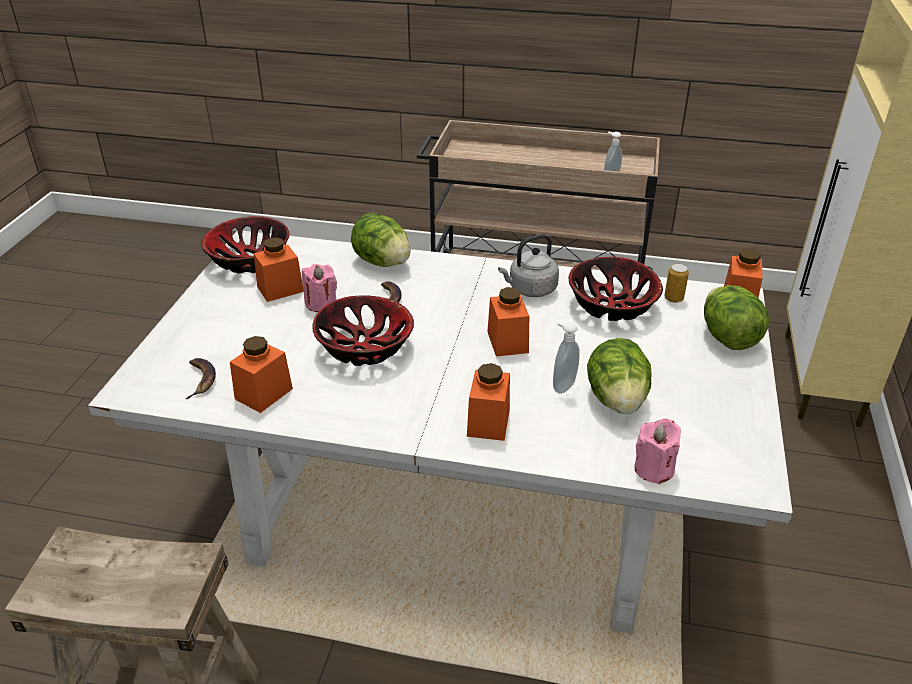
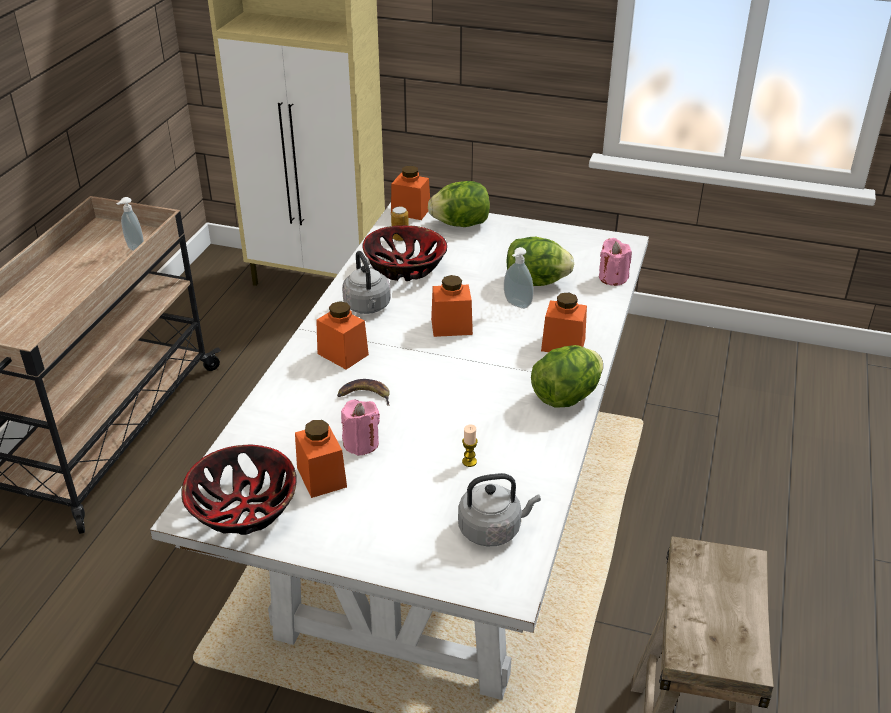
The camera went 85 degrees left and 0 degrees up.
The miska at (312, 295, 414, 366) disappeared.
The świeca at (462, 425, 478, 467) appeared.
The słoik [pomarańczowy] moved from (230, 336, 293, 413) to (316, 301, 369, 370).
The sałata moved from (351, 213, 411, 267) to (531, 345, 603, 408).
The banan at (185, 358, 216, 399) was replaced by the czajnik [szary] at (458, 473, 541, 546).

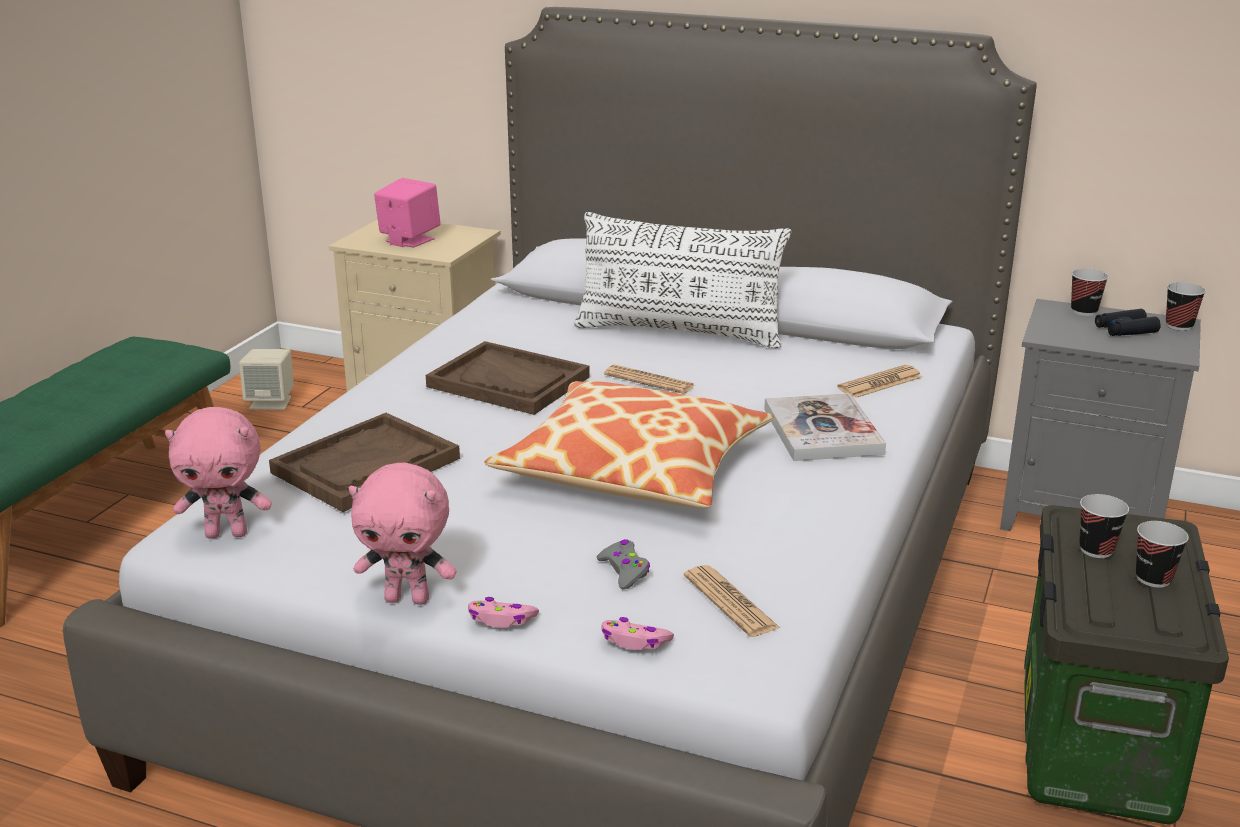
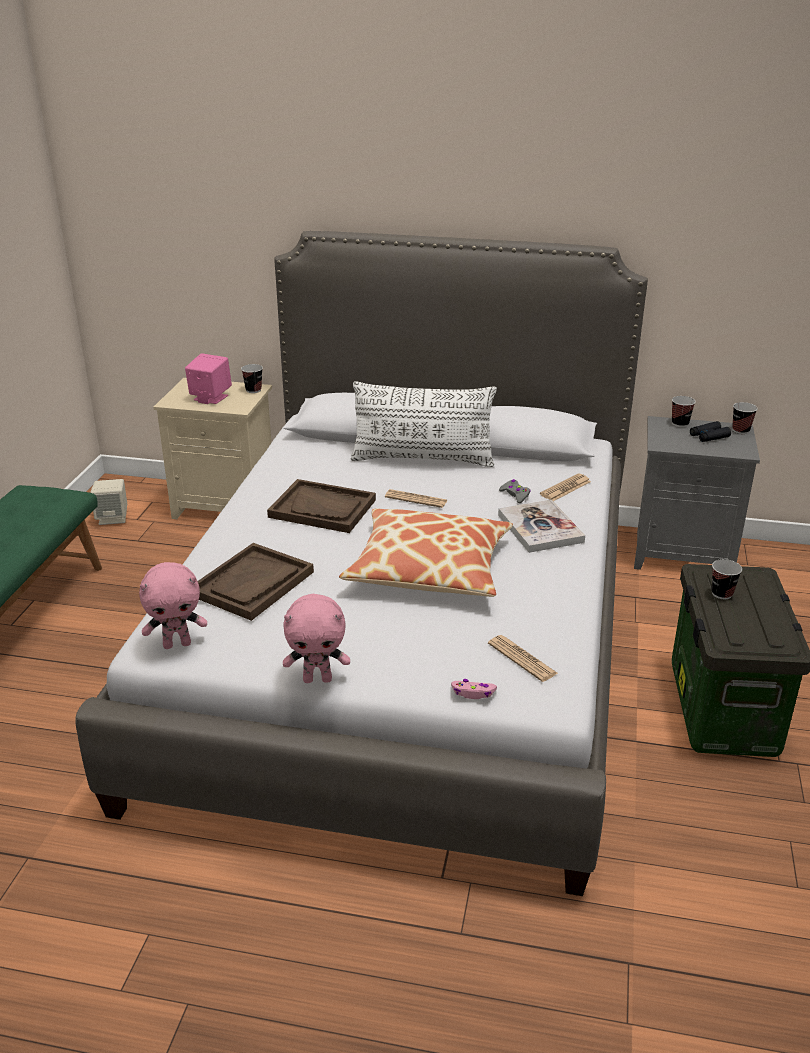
The camera went 10 degrees left and 5 degrees up.
The pad do gier [różowy] at (468, 597, 539, 628) disappeared.
The pad do gier [szary] moved from (597, 539, 650, 589) to (499, 479, 531, 503).
The filiżanka moved from (1136, 521, 1189, 588) to (241, 364, 263, 393).

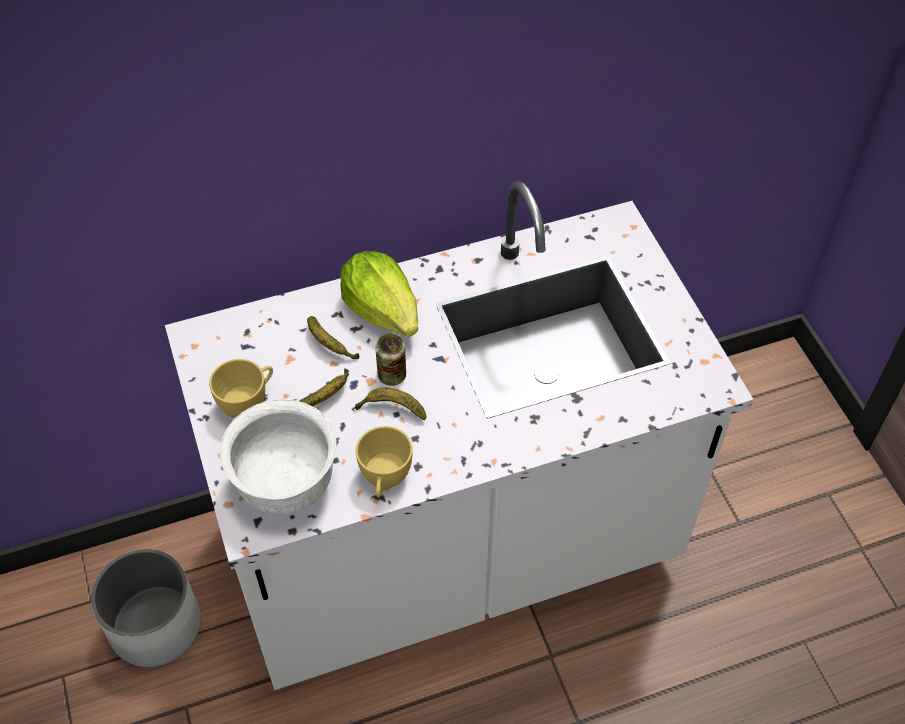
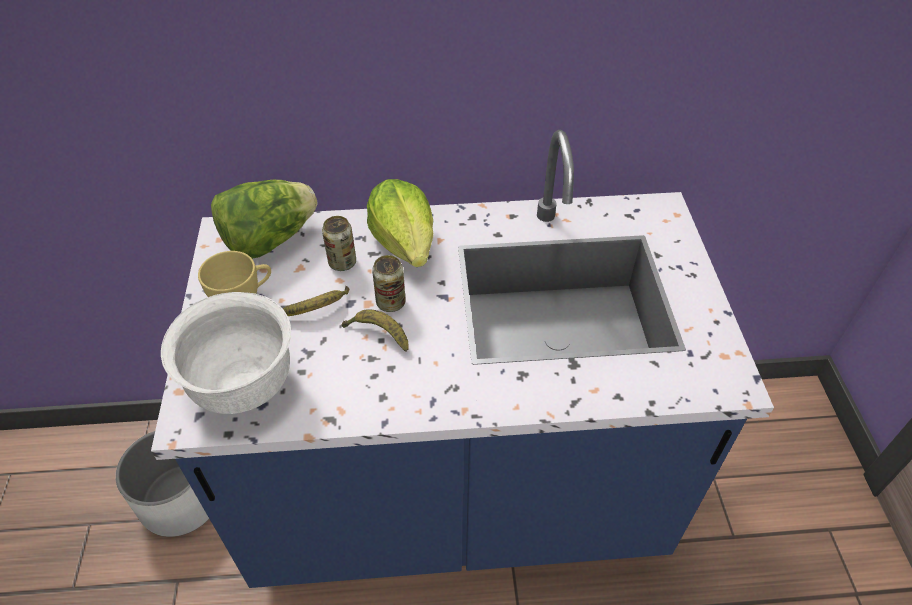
The camera went 15 degrees right and 5 degrees down.
The filiżanka [żółty] at (356, 426, 413, 498) disappeared.
The sałata at (211, 180, 318, 259) appeared.
The banan at (307, 316, 359, 359) was replaced by the puszka at (322, 216, 356, 271).
The zabudowa kuchenna [biały] at (165, 181, 754, 690) became the zabudowa kuchenna [niebieski] at (151, 130, 774, 588).

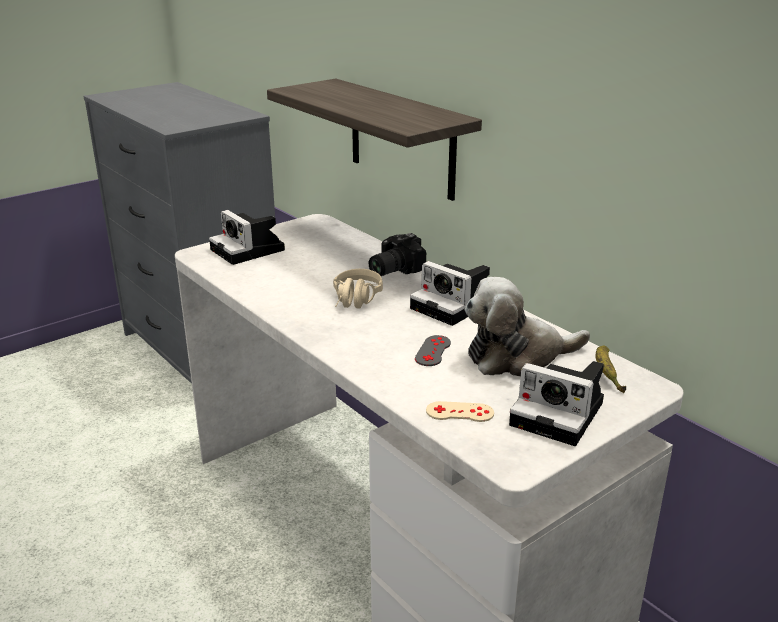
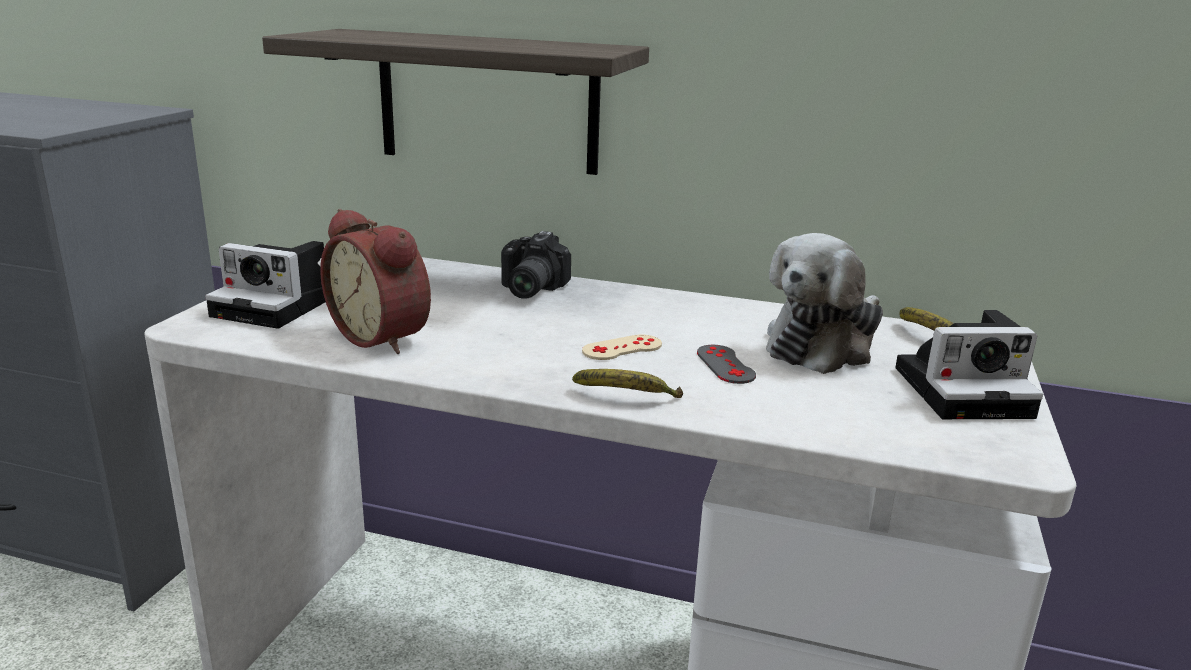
The camera went 35 degrees left and 5 degrees down.
The słuchawki [beżowy] at (333, 269, 383, 309) disappeared.
The aparat fotograficzny at (410, 261, 490, 326) disappeared.
The budzik at (320, 209, 431, 354) appeared.
The banan at (572, 369, 683, 398) appeared.
The pad do gier [beżowy] moved from (426, 401, 494, 422) to (582, 334, 662, 360).

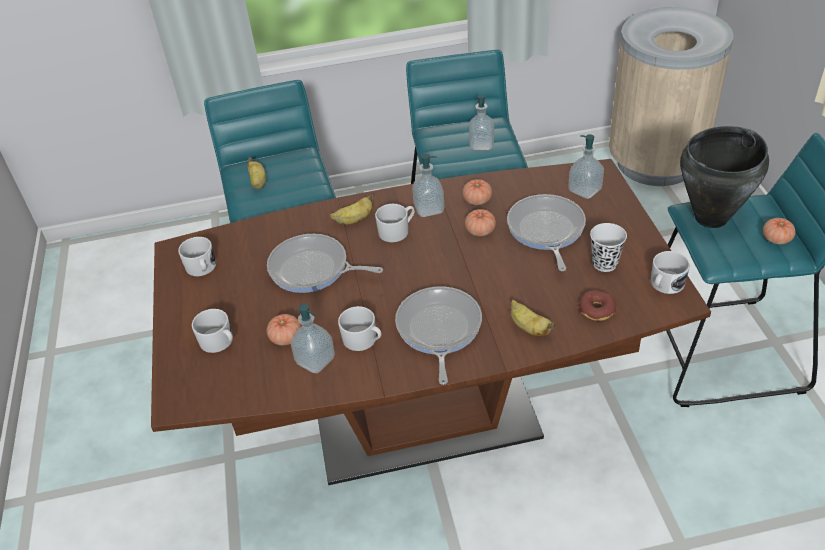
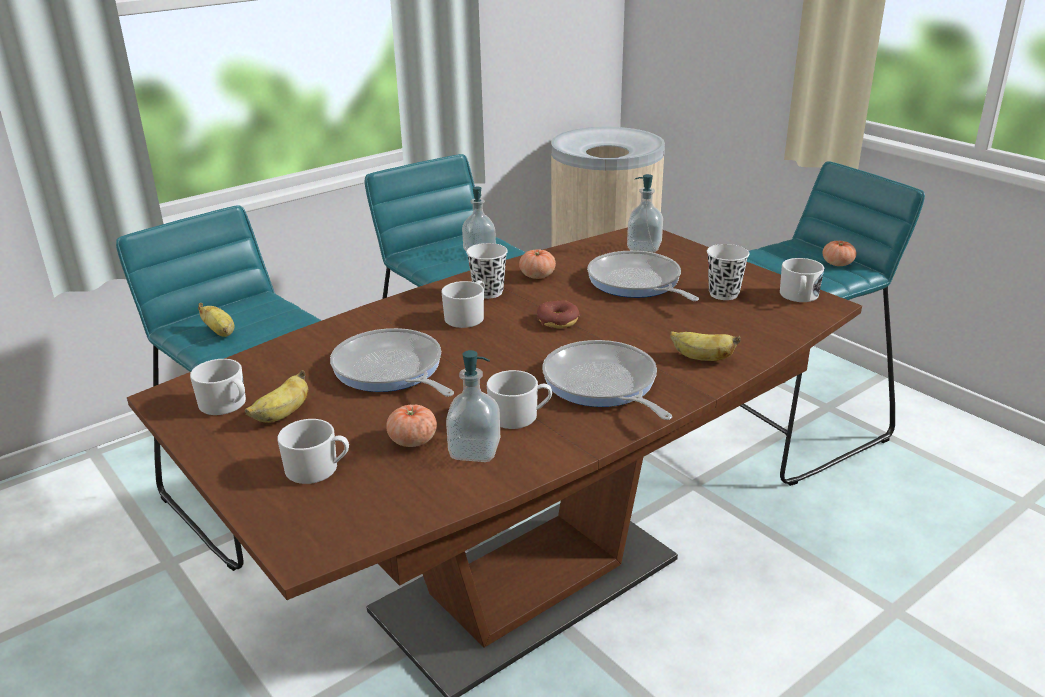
The camera went 30 degrees left and 15 degrees down.
The pomidor at (465, 209, 496, 236) disappeared.
The garnek [czarny] at (680, 126, 769, 228) disappeared.
The banan moved from (330, 195, 374, 225) to (245, 370, 308, 422).
The donut moved from (579, 290, 616, 321) to (537, 301, 580, 328).
The dozownik mydła at (412, 154, 444, 217) was replaced by the filiżanka [biały] at (466, 243, 508, 299).
The patelnia at (267, 234, 383, 293) turned 60 degrees clockwise.

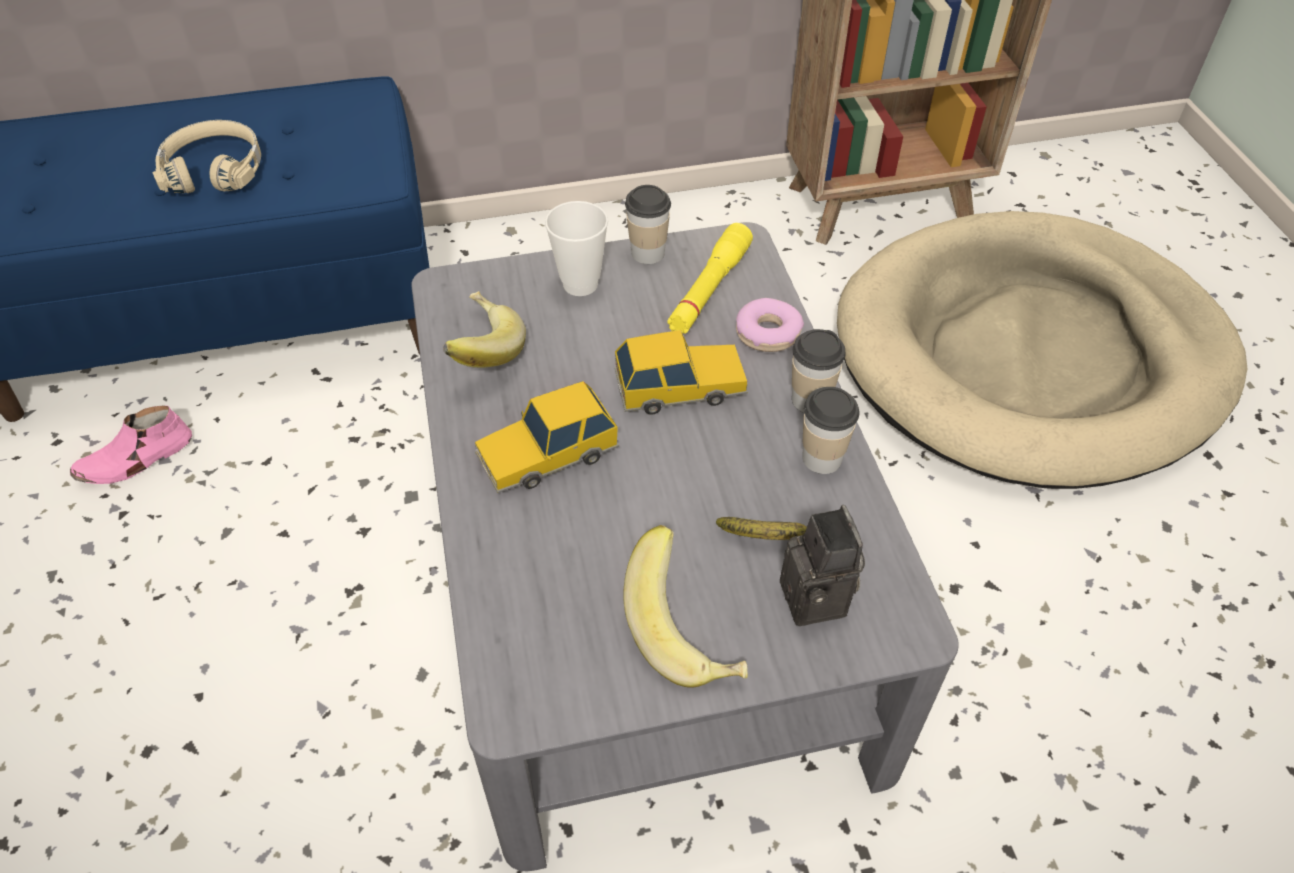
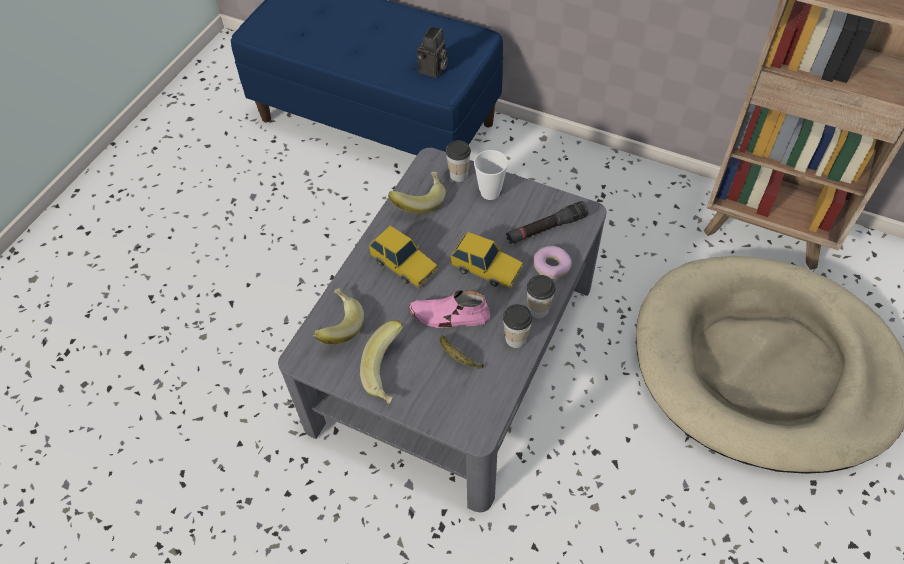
The camera went 40 degrees right and 5 degrees up.
The słuchawki [beżowy] at (152, 120, 261, 193) disappeared.
The banan at (313, 288, 364, 345) appeared.
The but [różowy] moved from (70, 406, 192, 484) to (408, 290, 490, 328).
The filiżanka moved from (625, 185, 671, 264) to (446, 140, 471, 182).
The aparat fotograficzny moved from (780, 505, 865, 626) to (417, 27, 448, 78).
The latarka [żółty] at (667, 223, 753, 334) became the latarka [czarny] at (506, 201, 588, 244).
The samochodzik at (475, 381, 619, 493) turned 150 degrees counterclockwise.

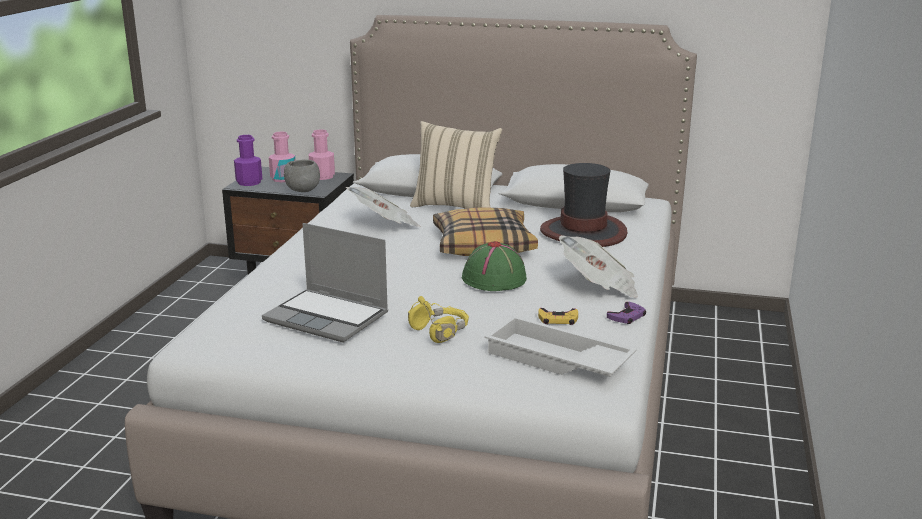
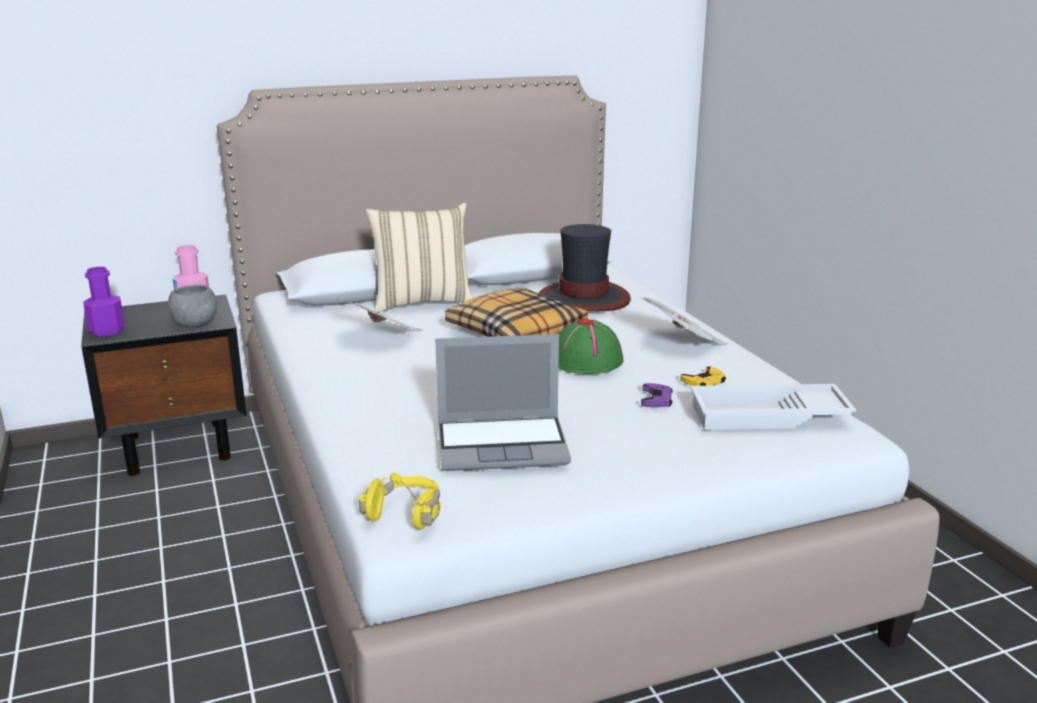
The camera went 35 degrees left and 0 degrees up.
The butelka [różowy] at (269, 131, 296, 182) disappeared.
The słuchawki [żółty] moved from (408, 296, 469, 343) to (359, 473, 441, 530).
The pad do gier [fioletowy] moved from (607, 302, 646, 324) to (641, 383, 673, 407).

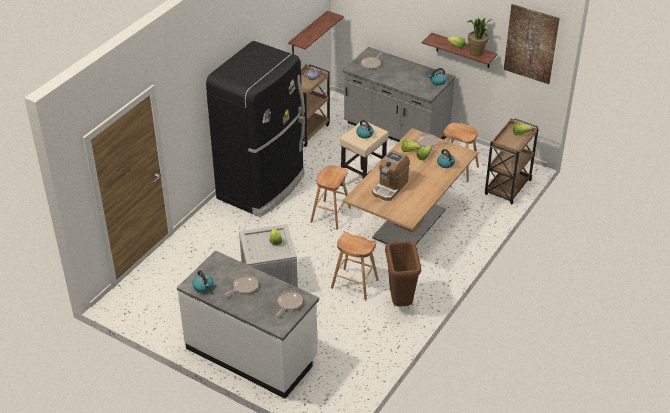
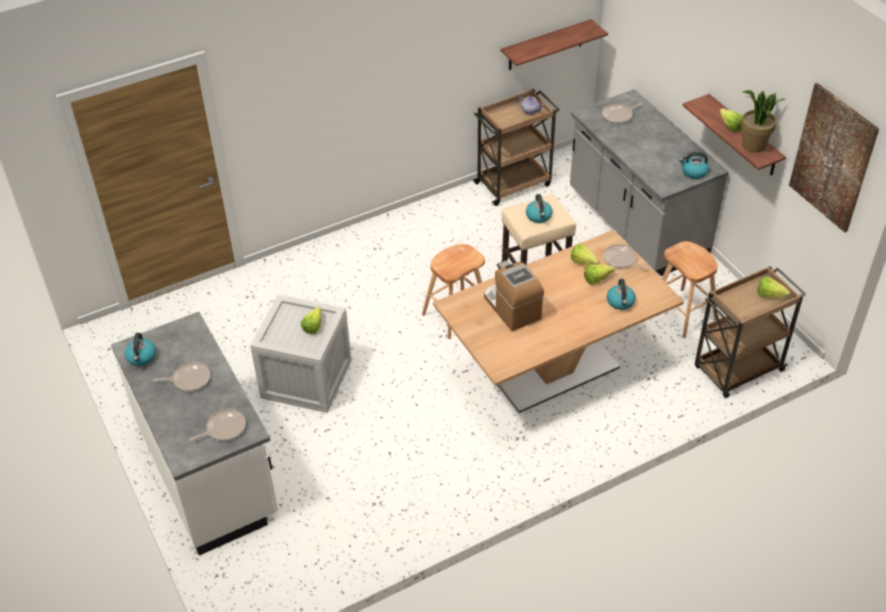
The camera went 30 degrees right and 5 degrees up.
The lodówka [czarny] at (206, 41, 305, 217) disappeared.
The stołek [brązowy] at (331, 232, 379, 300) disappeared.
The kosz na śmieci [brązowy] at (385, 241, 421, 307) disappeared.
The ekspres do kawy at (372, 150, 410, 201) turned 90 degrees clockwise.

